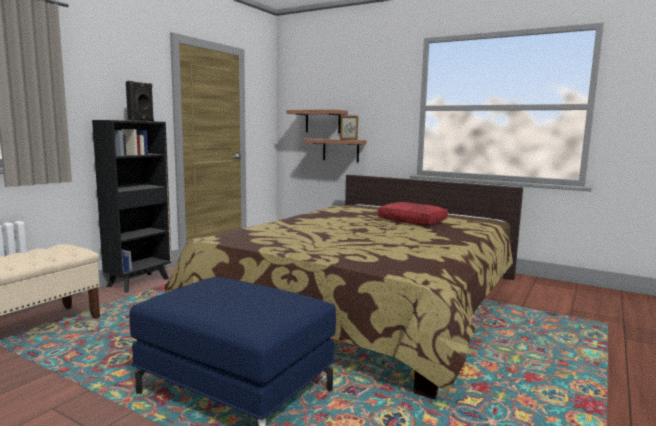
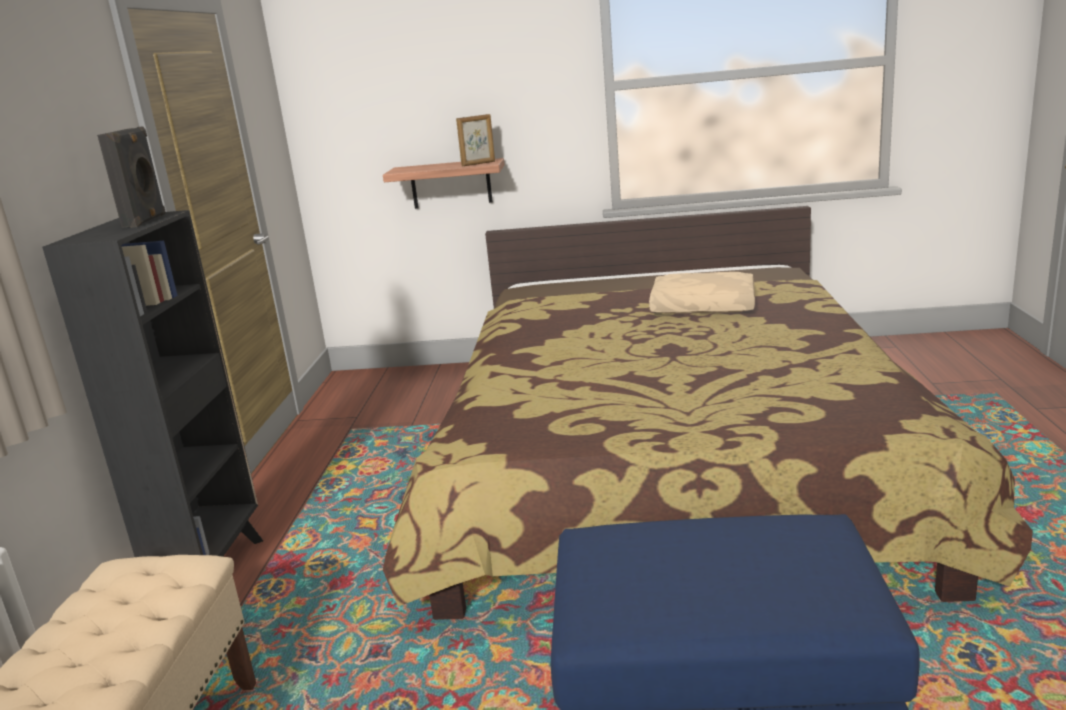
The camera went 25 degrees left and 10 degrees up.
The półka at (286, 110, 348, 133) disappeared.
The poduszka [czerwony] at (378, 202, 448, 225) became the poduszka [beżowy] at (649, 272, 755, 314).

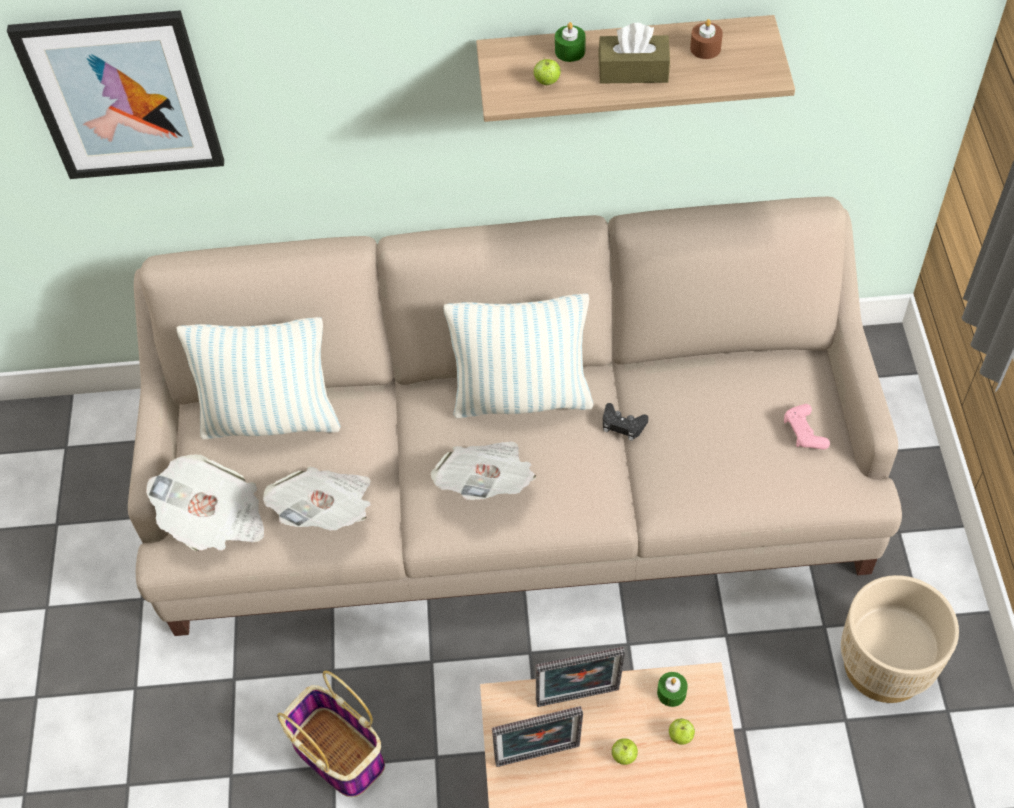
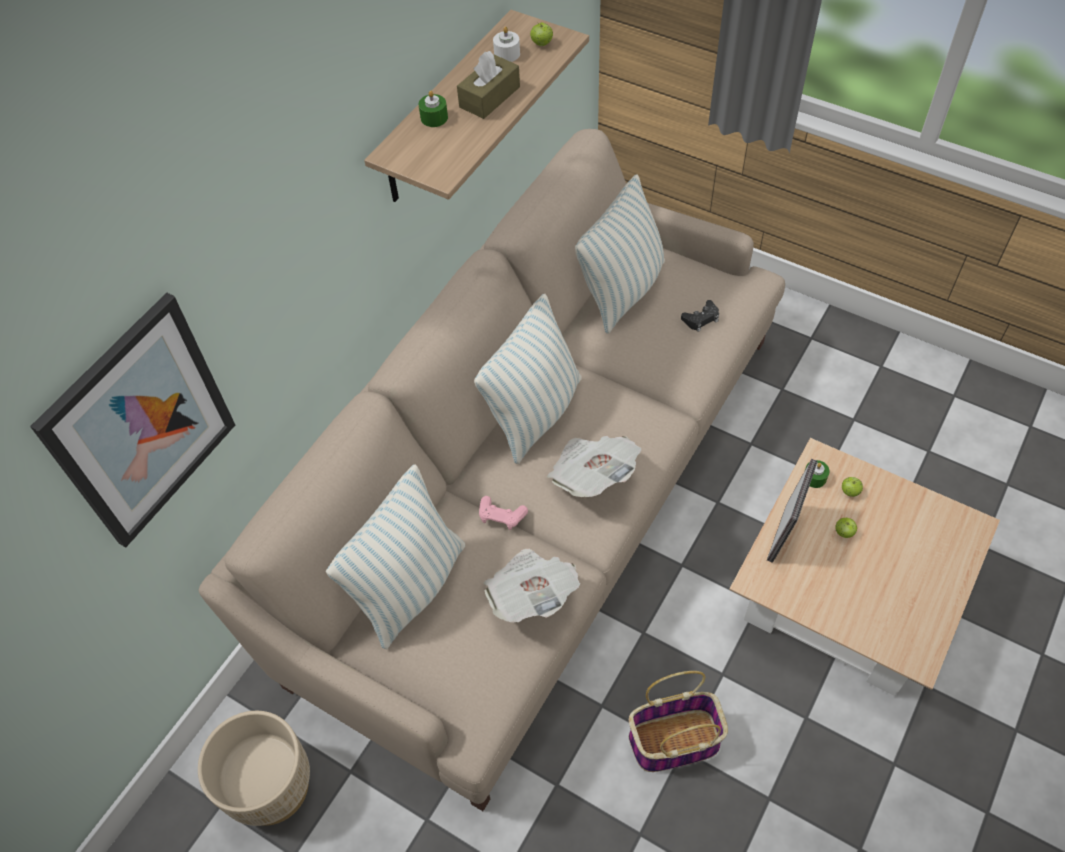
The camera went 55 degrees left and 0 degrees up.
The gazeta at (146, 454, 265, 551) disappeared.
The ramka na zdjęcie at (492, 706, 583, 767) disappeared.
The poduszka at (575, 175, 665, 334) appeared.
The jabłko moved from (533, 57, 561, 85) to (530, 22, 553, 46).
The pad do gier [czarny] moved from (603, 403, 648, 441) to (681, 300, 719, 332).
The pad do gier [różowy] moved from (784, 404, 830, 449) to (479, 496, 528, 530).
The donica [beżowy] moved from (841, 575, 959, 703) to (198, 711, 310, 826).
The świeca [brązowy] at (690, 19, 723, 59) became the świeca [biały] at (493, 26, 520, 62).

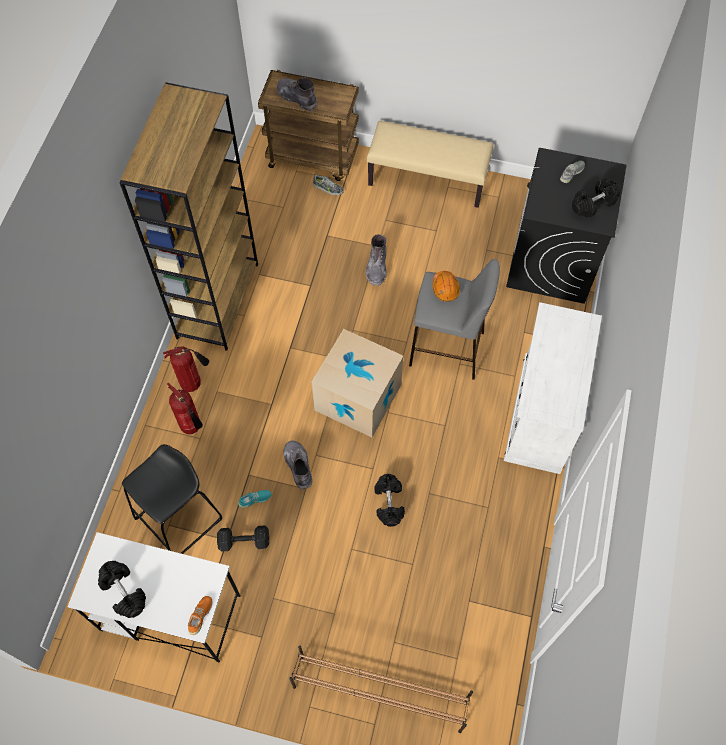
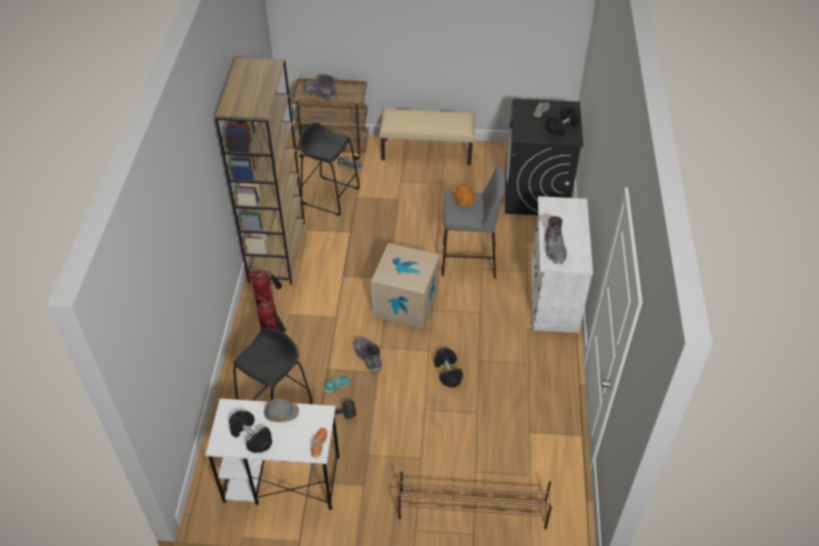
The camera went 10 degrees left and 15 degrees down.
The kask [szary] at (264, 398, 299, 422) appeared.
The stołek [czarny] at (300, 122, 360, 216) appeared.
The but z cholewką [szary] moved from (366, 234, 386, 286) to (545, 216, 567, 264).

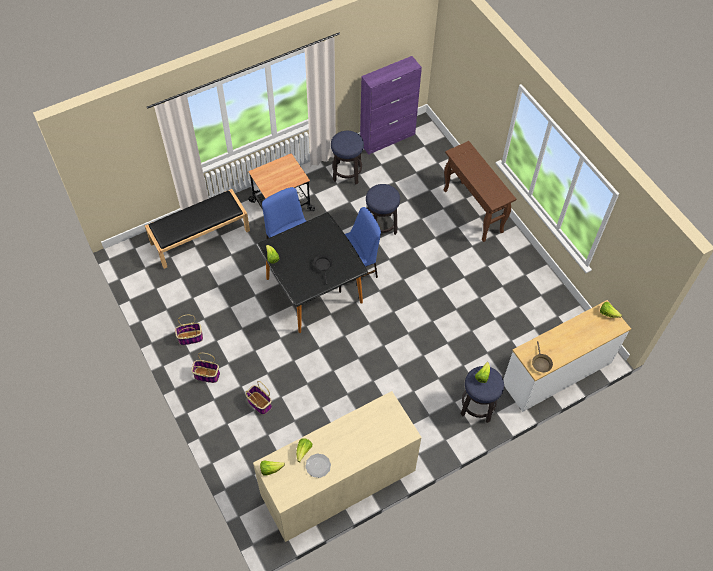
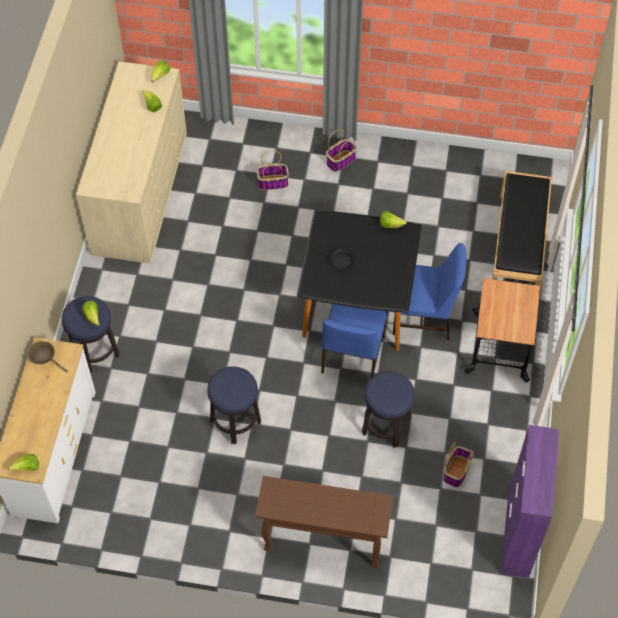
The camera went 130 degrees right and 0 degrees up.
The talerz at (305, 454, 331, 478) disappeared.
The koszyk moved from (175, 315, 203, 345) to (443, 442, 474, 487).
The stołek moved from (331, 131, 364, 184) to (207, 367, 261, 444).

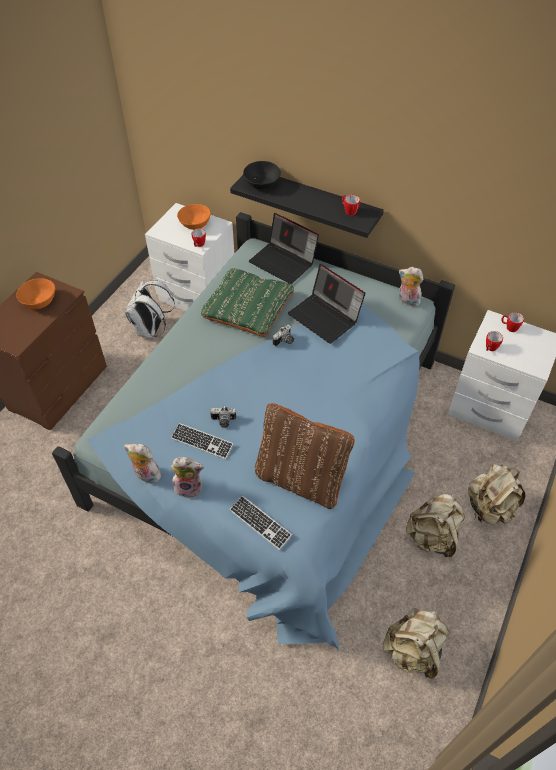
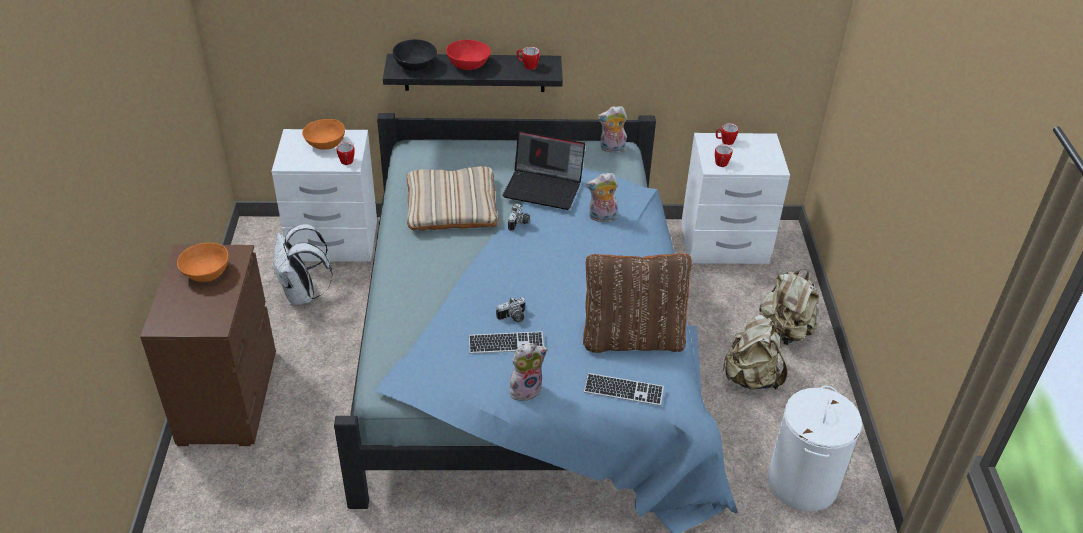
The camera went 30 degrees left and 10 degrees down.
The laptop at (249, 213, 319, 284) disappeared.
The miska [czerwony] at (446, 40, 491, 70) appeared.
The pluszak moved from (124, 443, 163, 483) to (586, 173, 618, 222).
The plecak [beżowy] at (383, 608, 450, 679) was replaced by the kosz na pranie [biały] at (768, 386, 862, 511).
The poduszka [zielony] at (201, 269, 294, 338) became the poduszka [beżowy] at (406, 166, 499, 231).

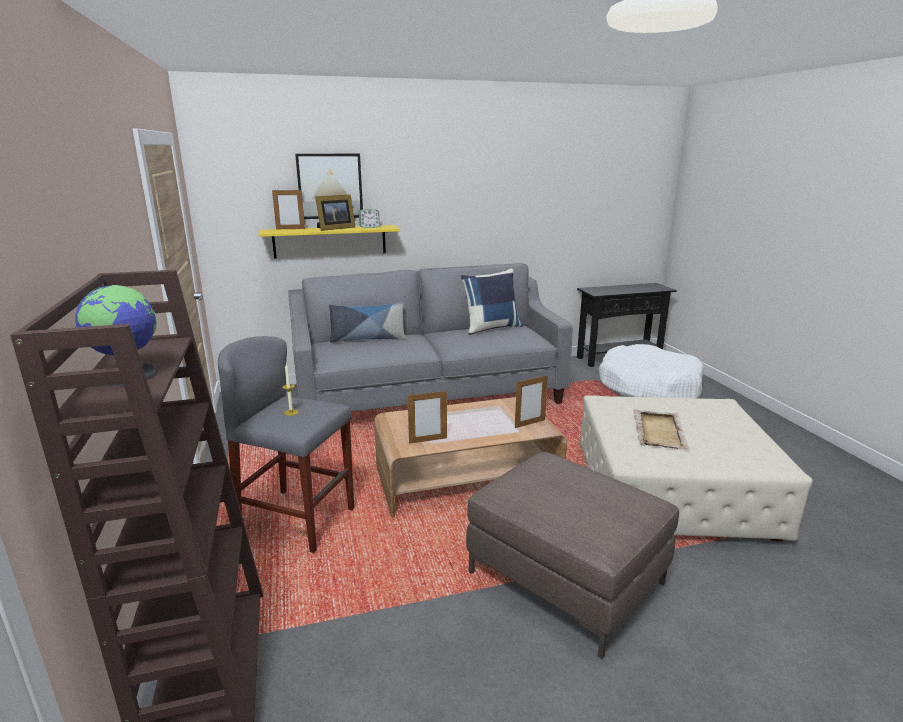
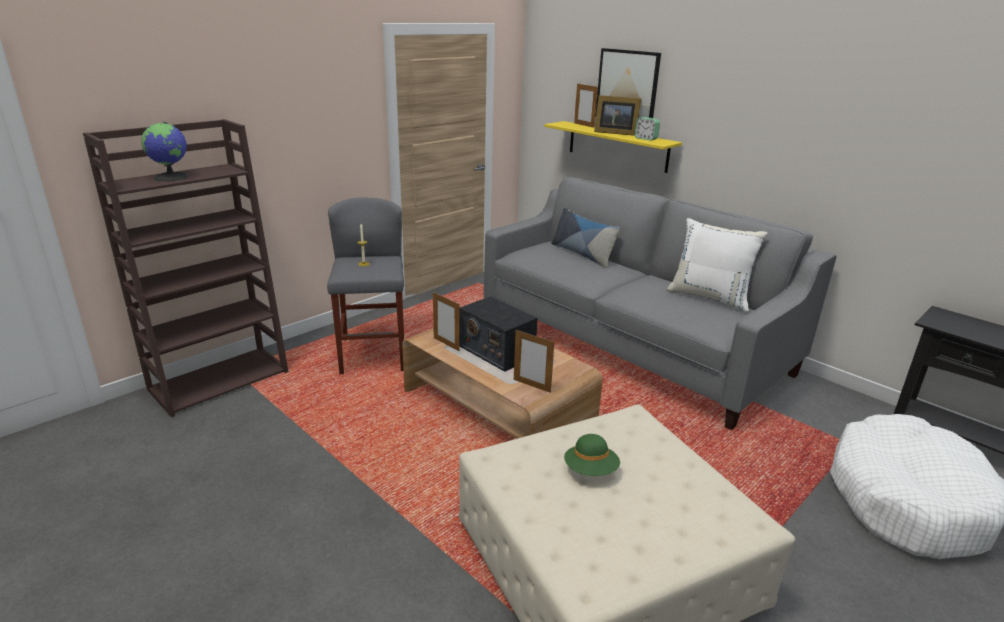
The camera went 60 degrees right and 5 degrees up.
The pufa [brązowy] at (466, 452, 679, 659) disappeared.
The radio at (460, 296, 538, 372) appeared.
The taca [beżowy] at (633, 409, 690, 449) was replaced by the kapelusz [zielony] at (564, 434, 620, 476).
The poduszka [niebieski] at (461, 269, 524, 335) became the poduszka [biały] at (666, 218, 768, 312).

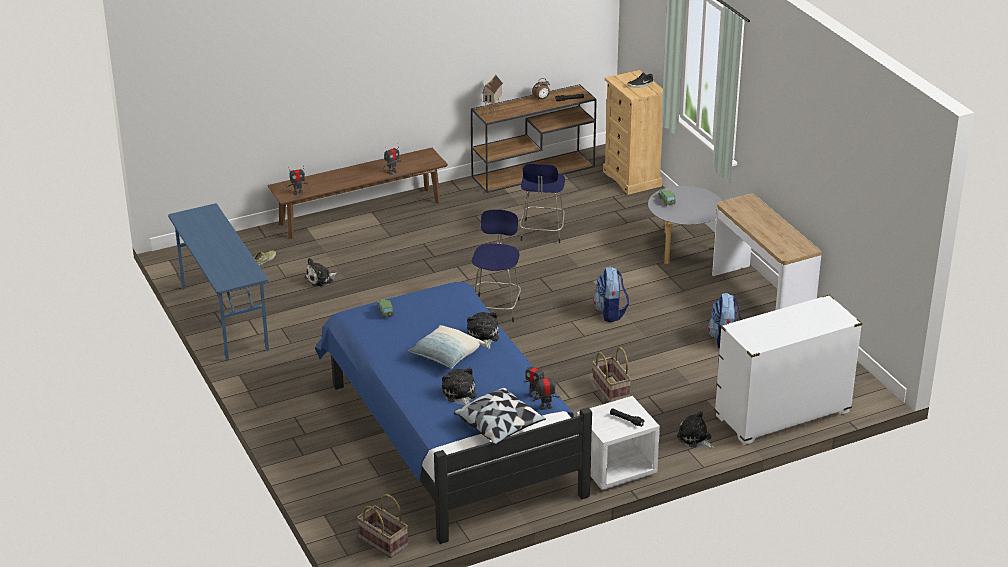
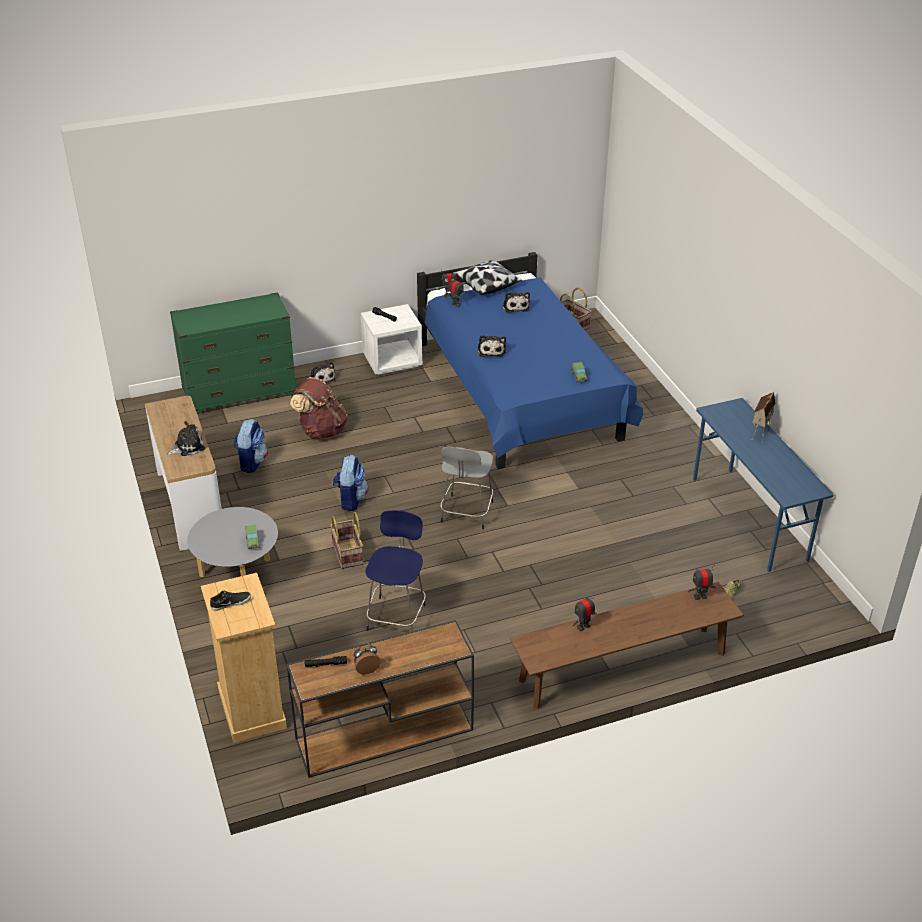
The camera went 175 degrees left and 5 degrees up.
The poduszka at (408, 325, 485, 369) disappeared.
The plecak [brązowy] at (290, 377, 348, 439) appeared.
The pluszak moved from (305, 258, 337, 287) to (167, 421, 205, 456).
The domek moved from (482, 74, 503, 116) to (752, 392, 776, 439).
The koszyk moved from (593, 347, 631, 402) to (330, 512, 363, 569).
The stołek [niebieski] at (472, 209, 521, 322) became the stołek [szary] at (440, 447, 493, 529).
The komoda [biały] at (715, 295, 862, 445) became the komoda [zielony] at (170, 292, 296, 414).

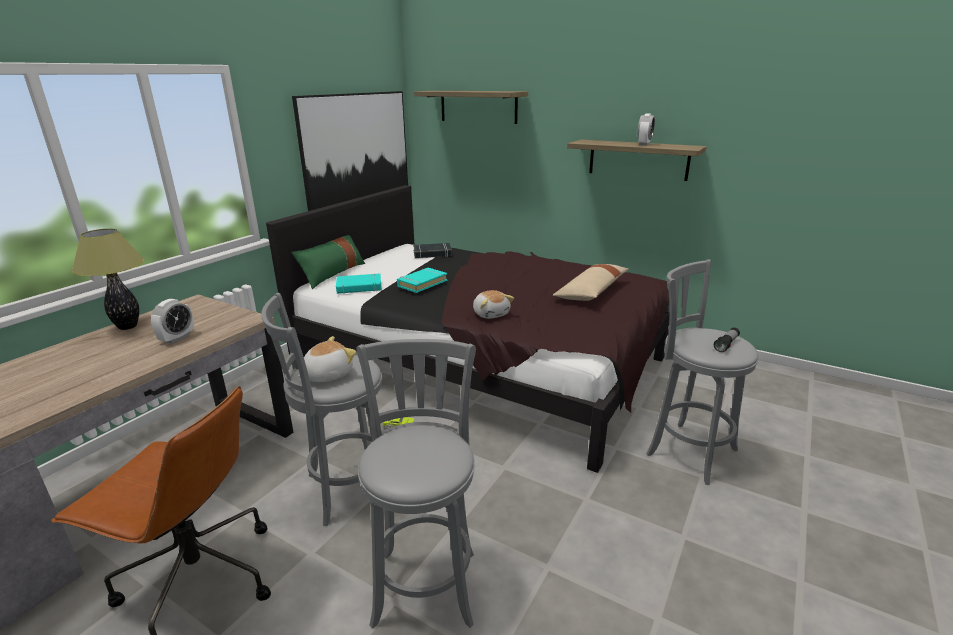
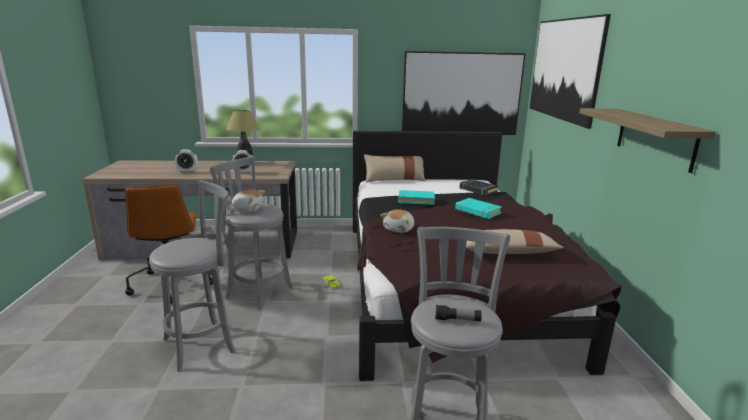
The camera went 55 degrees right and 5 degrees down.
The książka [turkusowy] moved from (336, 273, 382, 294) to (455, 198, 502, 219).
The budzik moved from (637, 113, 655, 146) to (175, 149, 198, 173).
The półka at (414, 91, 528, 124) was replaced by the obraz at (530, 14, 611, 129).
The poduszka [zielony] at (291, 235, 365, 289) became the poduszka [beżowy] at (364, 154, 426, 183).

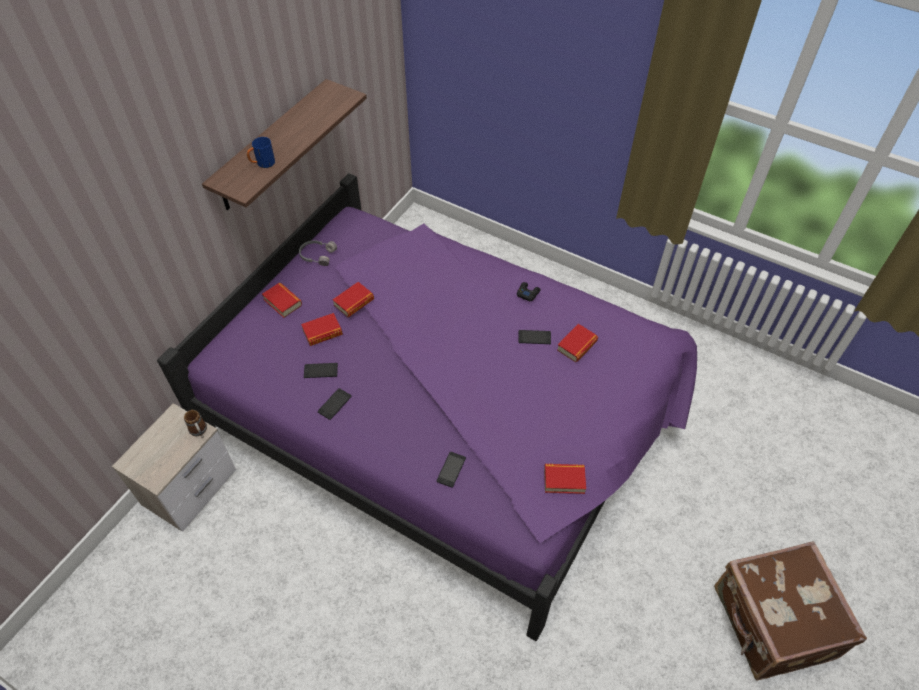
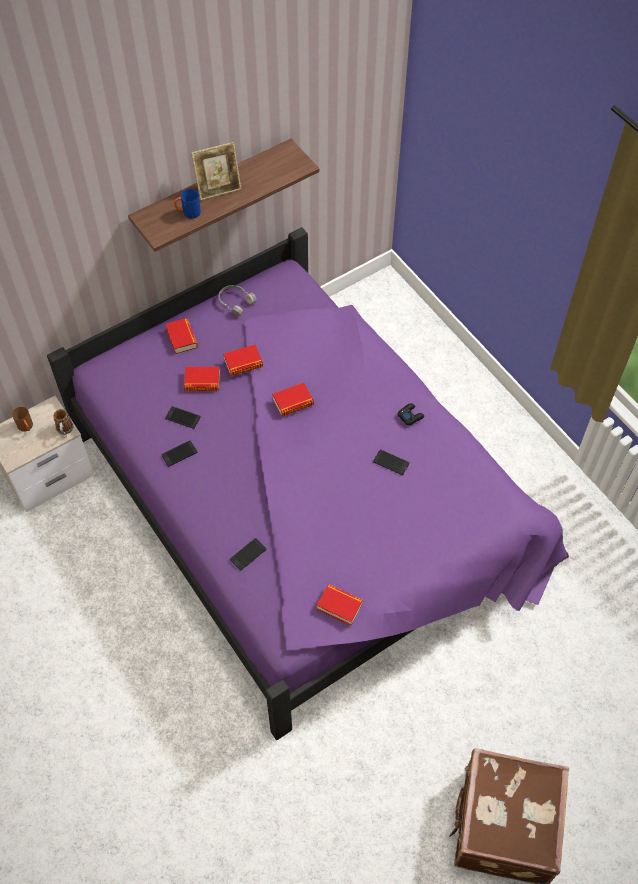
The camera went 25 degrees right and 5 degrees up.
The kubek [brązowy] at (12, 407, 33, 432) appeared.
The ramka na zdjęcie at (191, 142, 241, 200) appeared.
The książka moved from (557, 324, 598, 362) to (272, 383, 314, 416).

